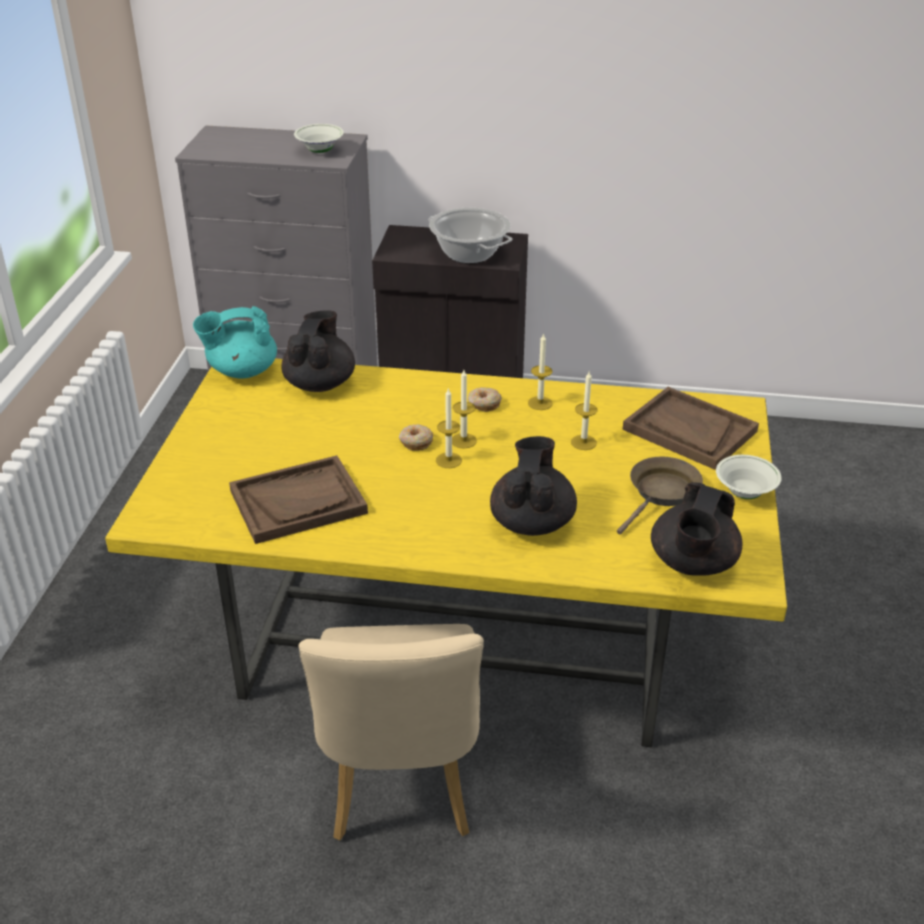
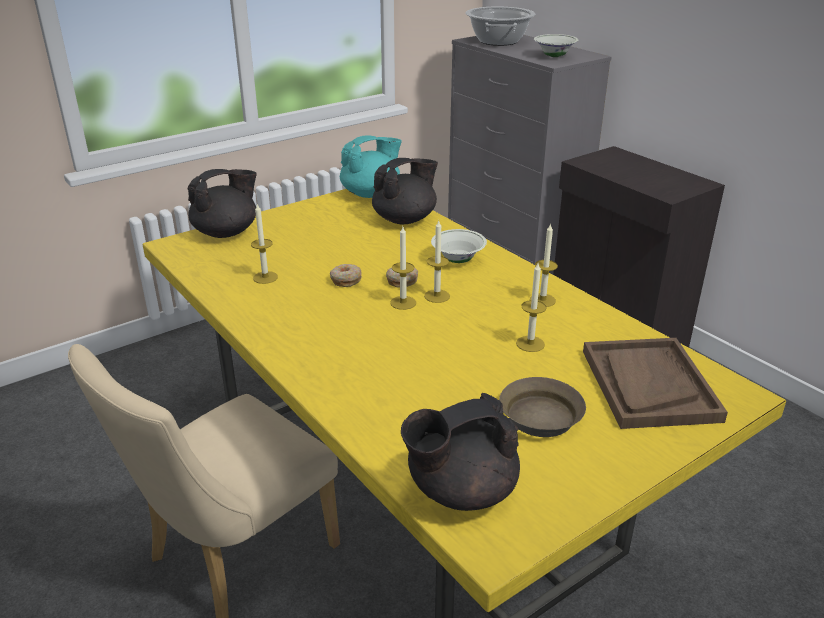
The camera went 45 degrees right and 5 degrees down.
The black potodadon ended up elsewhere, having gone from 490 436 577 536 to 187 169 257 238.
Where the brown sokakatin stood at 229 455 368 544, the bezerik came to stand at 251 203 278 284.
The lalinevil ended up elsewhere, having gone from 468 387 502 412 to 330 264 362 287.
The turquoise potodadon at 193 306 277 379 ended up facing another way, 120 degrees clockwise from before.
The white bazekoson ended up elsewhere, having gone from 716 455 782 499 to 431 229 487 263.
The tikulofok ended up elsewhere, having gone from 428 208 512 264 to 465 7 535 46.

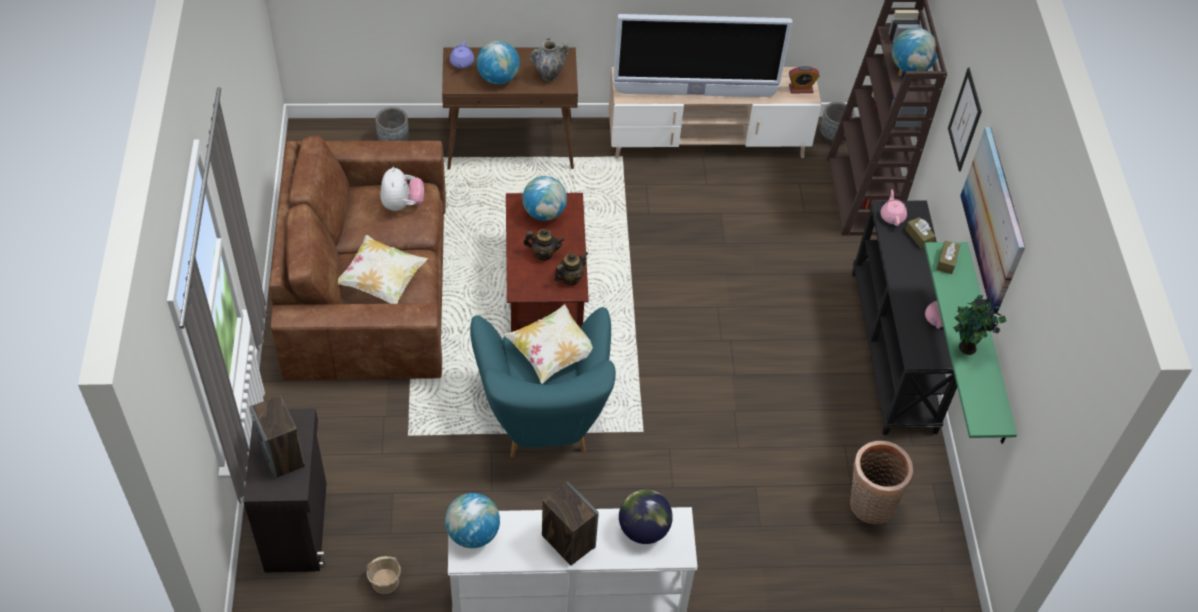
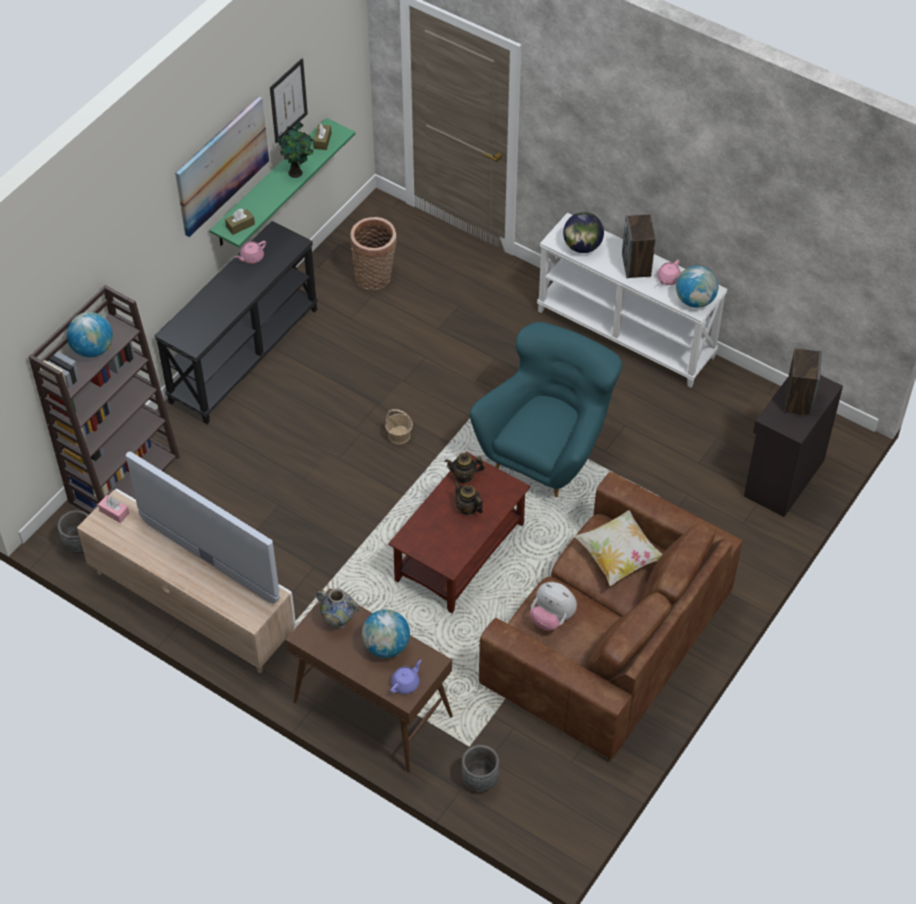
The camera went 140 degrees left and 0 degrees up.
Where the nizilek stood at 789 66 820 93, the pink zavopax came to stand at 98 495 129 523.
The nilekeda ended up elsewhere, having gone from 948 67 982 171 to 270 58 308 143.
The brown zavopax ended up elsewhere, having gone from 905 217 936 249 to 313 124 332 150.
The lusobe ended up elsewhere, having gone from 366 556 401 594 to 385 409 413 445.
The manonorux at 380 167 424 211 ended up facing another way, 90 degrees counterclockwise from before.
The pink potodadon ended up elsewhere, having gone from 880 190 907 226 to 657 260 681 285.
The second view lost the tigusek at 504 304 593 384.
The second view lost the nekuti at 522 176 567 221.

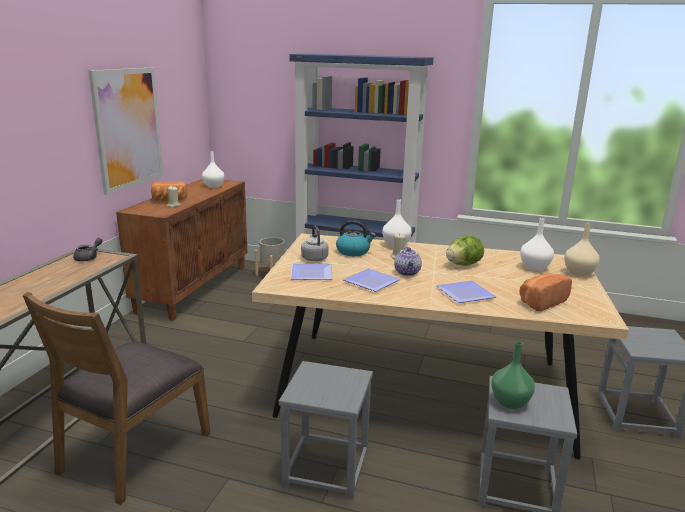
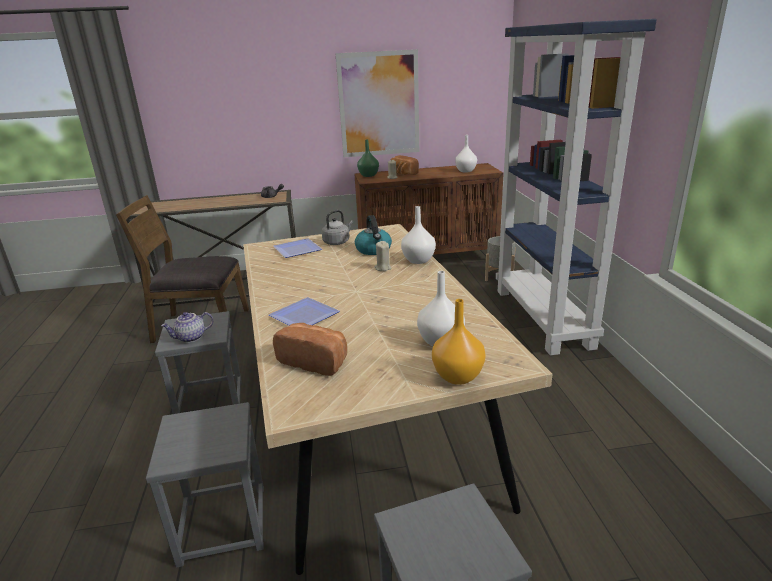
The camera went 65 degrees right and 5 degrees up.
The potodadon ended up elsewhere, having gone from 394 247 422 276 to 161 312 213 343.
The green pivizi ended up elsewhere, having gone from 491 342 535 409 to 357 139 379 177.
What was the beige pivizi at 564 223 600 277 turned into the orange pivizi at 432 299 486 385.
The second view lost the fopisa at 343 269 401 292.
The second view lost the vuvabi at 446 236 484 266.

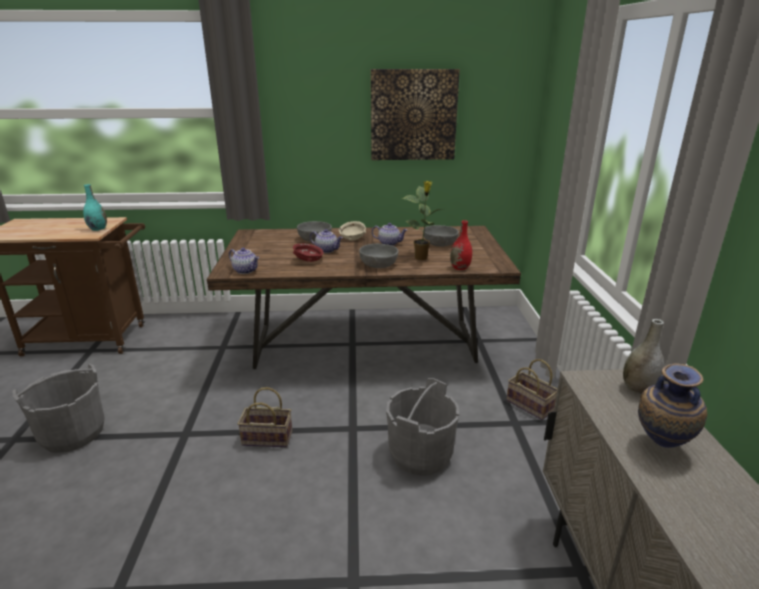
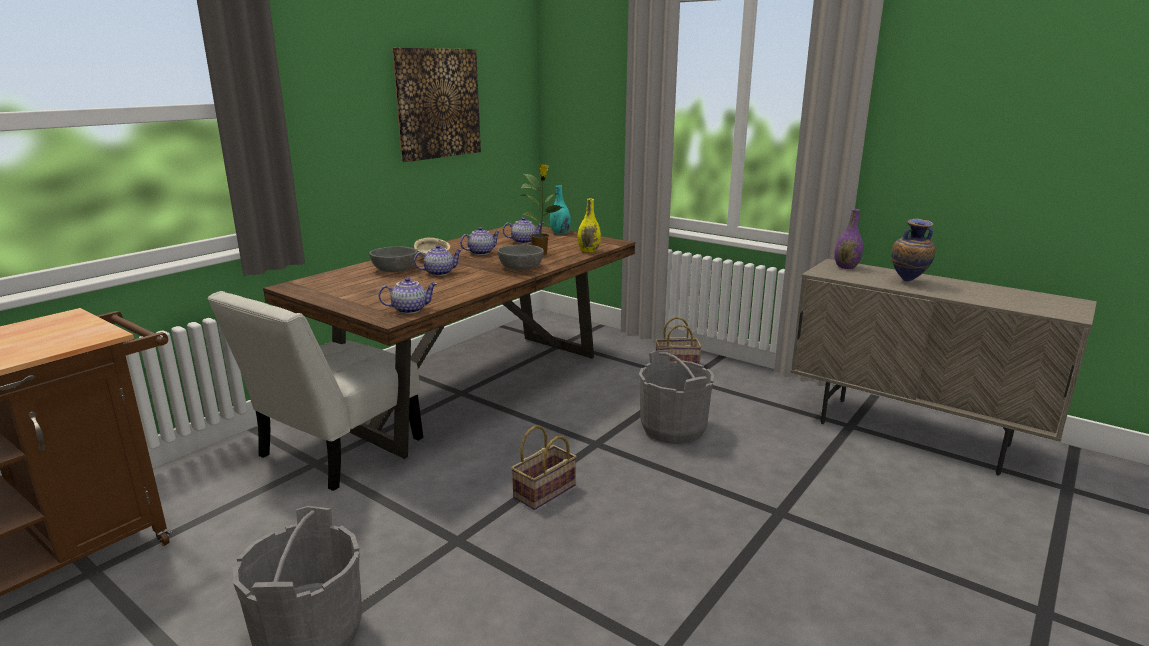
The camera went 50 degrees left and 5 degrees down.
The second view gained the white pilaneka at 207 291 423 491.
Where the grey bazekoson stood at 423 225 459 247, the potodadon came to stand at 503 217 544 244.
The turquoise pivizi ended up elsewhere, having gone from 83 184 107 231 to 550 185 571 234.
What was the red pivizi at 450 220 472 270 turned into the yellow pivizi at 577 198 601 253.
What was the grey pivizi at 623 319 664 394 turned into the purple pivizi at 834 209 863 269.
The second view lost the red bazekoson at 293 244 324 262.

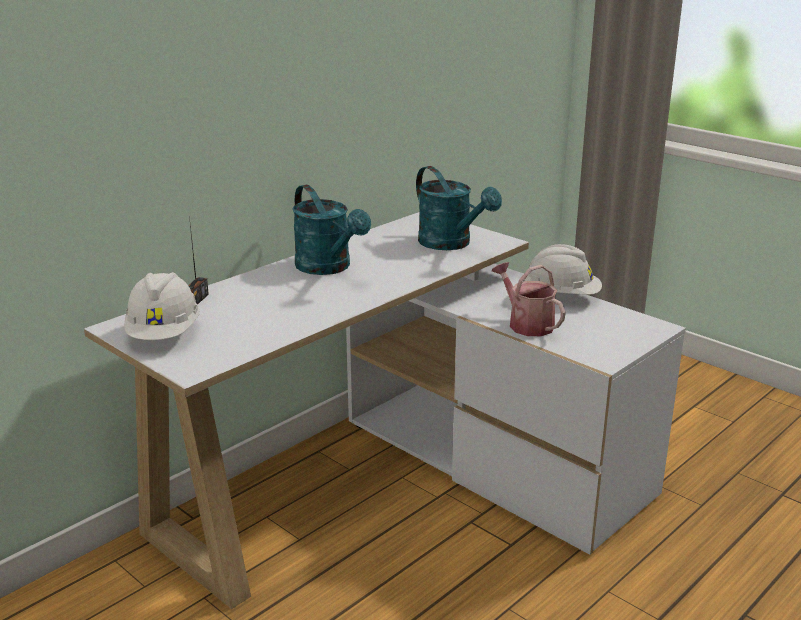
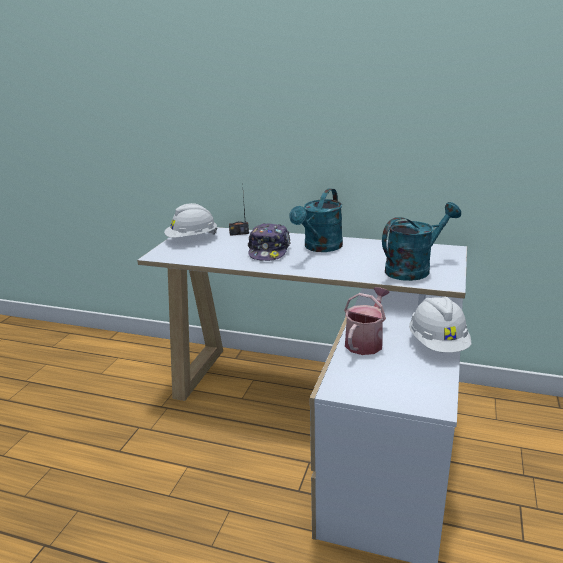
The camera went 65 degrees right and 0 degrees up.
The second view gained the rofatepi at 248 223 291 261.
The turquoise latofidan at 416 166 502 250 ended up facing another way, 150 degrees counterclockwise from before.

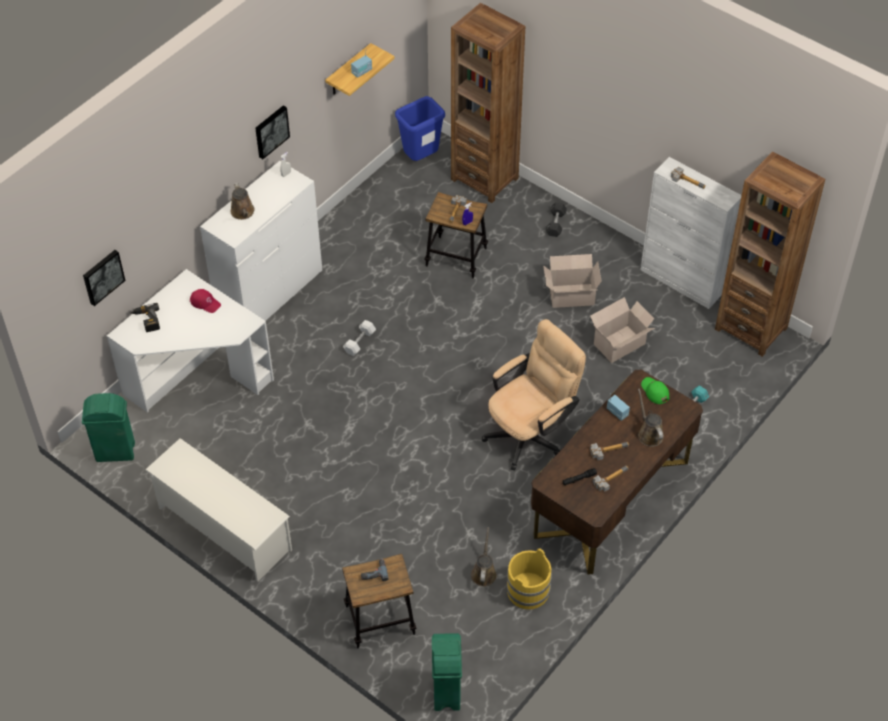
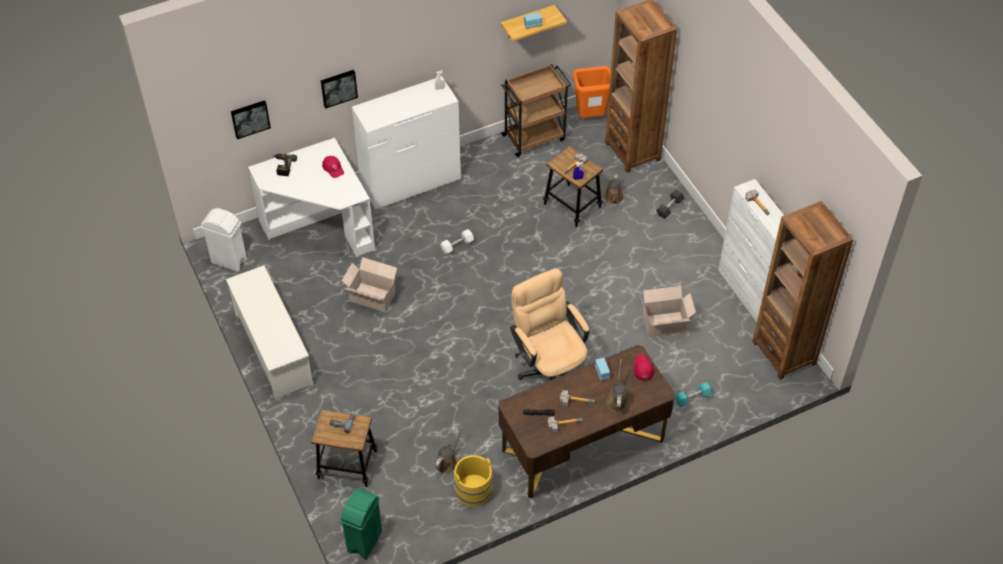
The camera went 25 degrees right and 0 degrees up.
What was the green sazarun at 82 393 135 462 turned into the white sazarun at 201 208 247 272.
The nilekeda ended up elsewhere, having gone from 255 106 290 159 to 321 70 358 109.
The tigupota ended up elsewhere, having gone from 543 254 602 308 to 342 257 397 312.
The second view gained the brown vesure at 500 64 571 157.
The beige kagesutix at 482 319 586 470 ended up facing another way, 105 degrees counterclockwise from before.
What was the blue sazarun at 395 96 445 161 turned into the orange sazarun at 573 66 611 118.
The brown latofidan ended up elsewhere, having gone from 230 183 255 220 to 604 174 624 204.
What was the green rofatepi at 641 377 669 404 turned into the red rofatepi at 634 354 654 381.

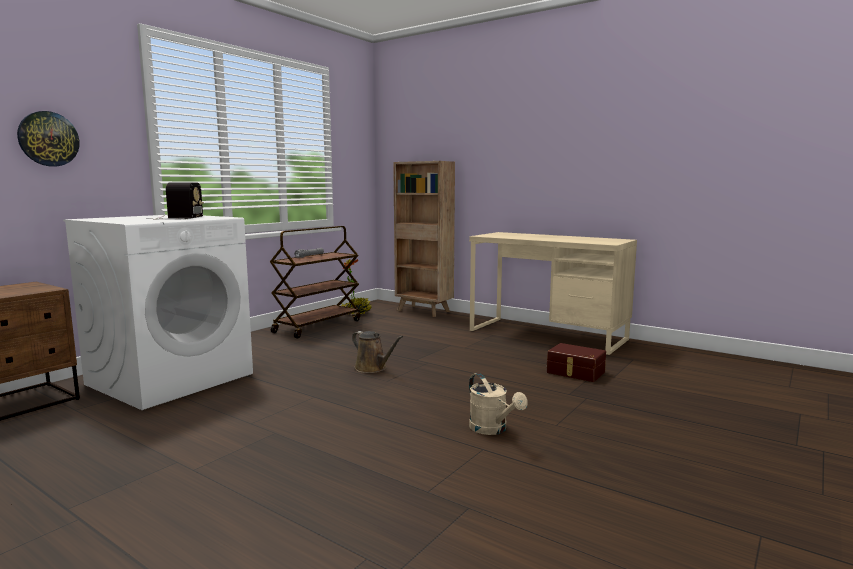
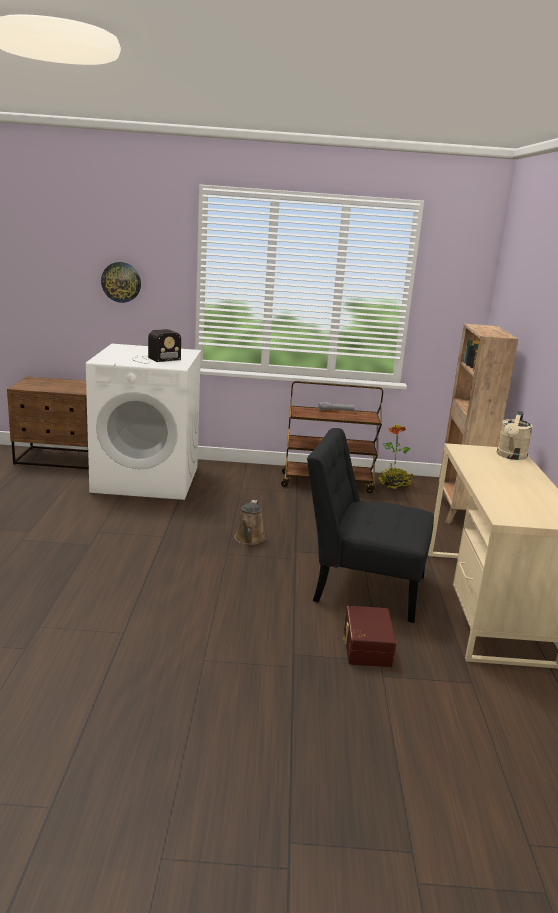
The camera went 55 degrees right and 10 degrees up.
The second view gained the black pilaneka at 307 428 434 623.
The beige latofidan ended up elsewhere, having gone from 469 373 528 435 to 497 411 533 460.

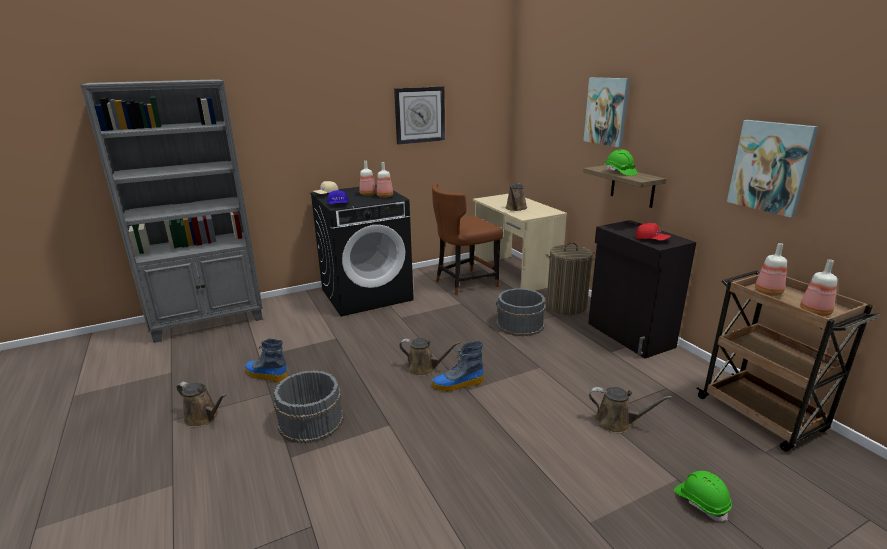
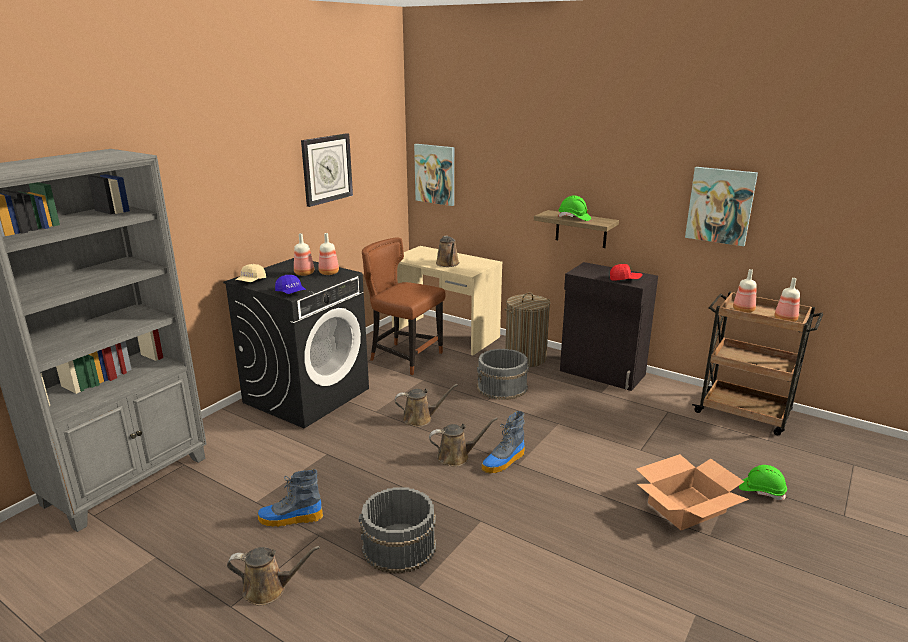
The camera went 30 degrees left and 0 degrees up.
The brown pilaneka at 432 184 503 295 ended up facing another way, 90 degrees clockwise from before.
The brown latofidan ended up elsewhere, having gone from 589 387 672 433 to 395 384 458 427.
The nilekeda ended up elsewhere, having gone from 583 77 630 147 to 414 144 454 206.
The second view gained the tigupota at 636 454 749 531.

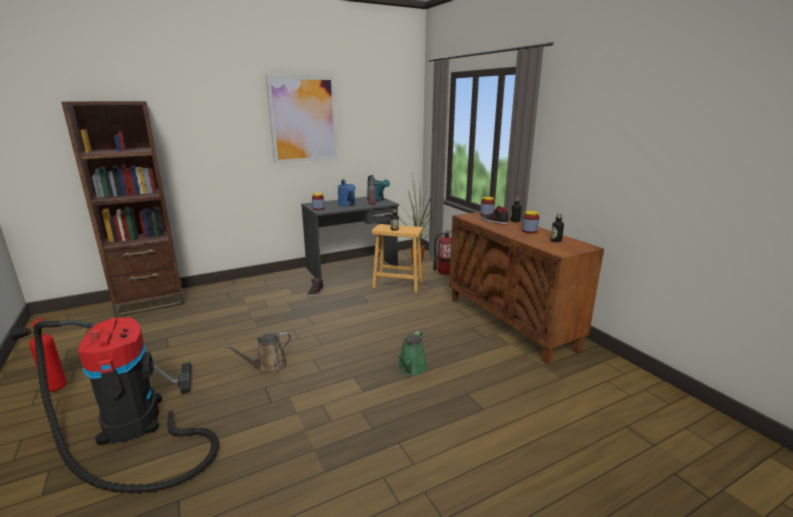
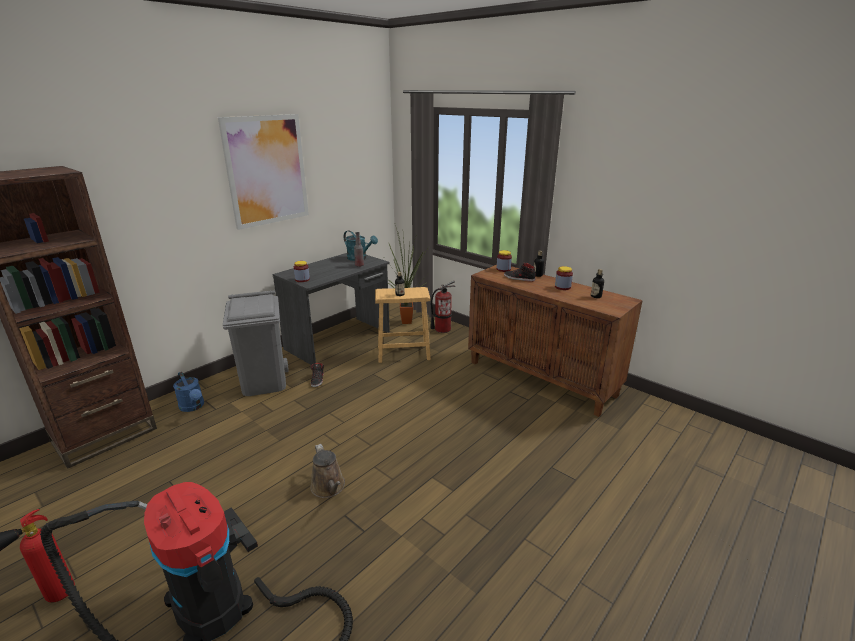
The camera went 20 degrees left and 5 degrees up.
The blue latofidan ended up elsewhere, having gone from 337 179 356 206 to 173 372 204 412.
The second view gained the grey sazarun at 223 290 289 396.
The brown latofidan at 224 332 291 373 ended up facing another way, 60 degrees counterclockwise from before.
The second view lost the green latofidan at 396 331 428 376.

